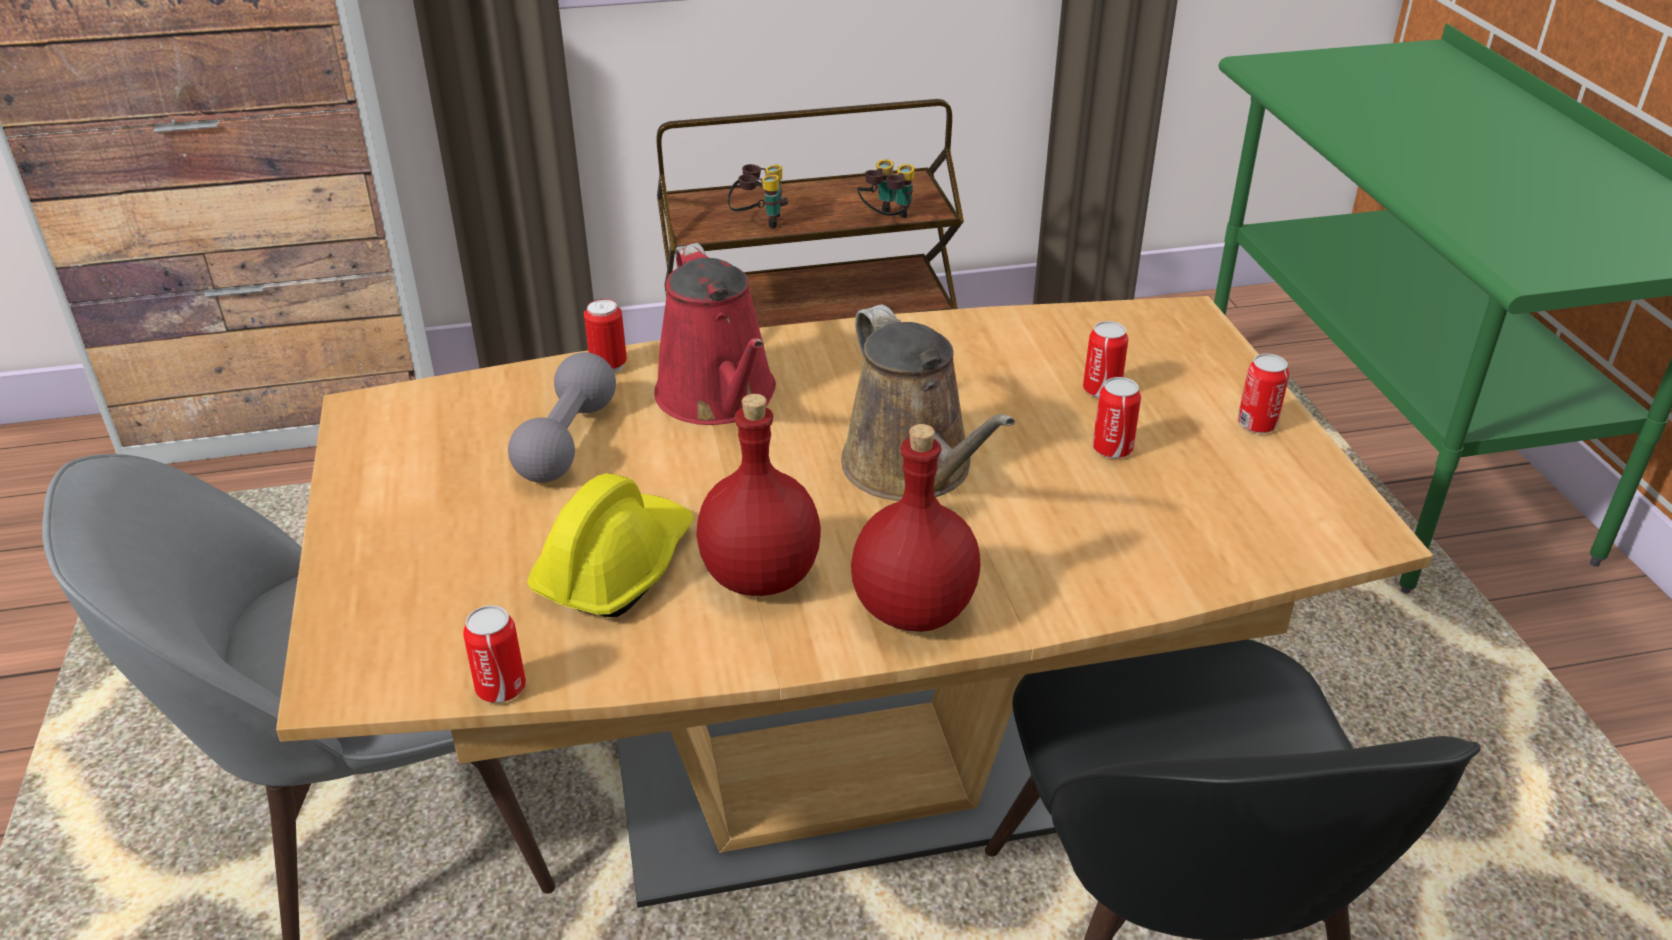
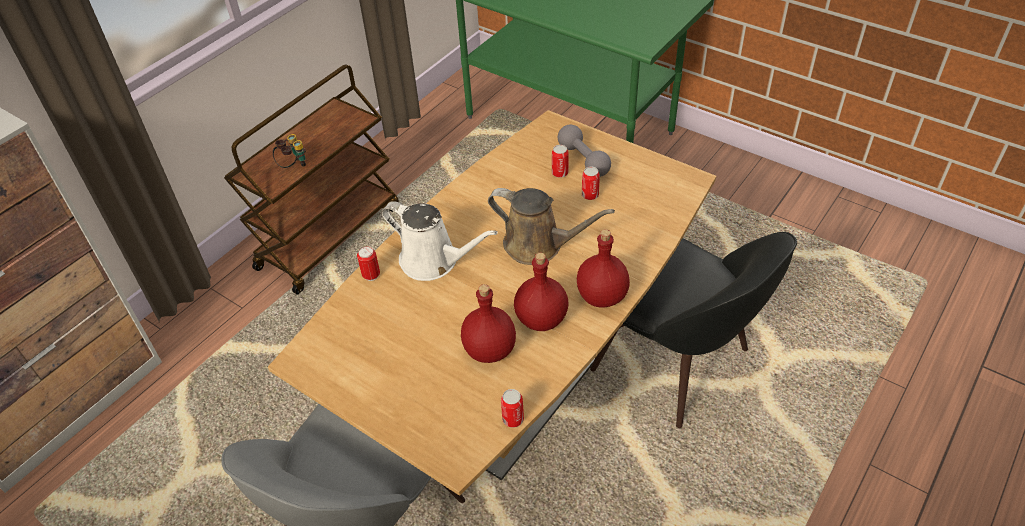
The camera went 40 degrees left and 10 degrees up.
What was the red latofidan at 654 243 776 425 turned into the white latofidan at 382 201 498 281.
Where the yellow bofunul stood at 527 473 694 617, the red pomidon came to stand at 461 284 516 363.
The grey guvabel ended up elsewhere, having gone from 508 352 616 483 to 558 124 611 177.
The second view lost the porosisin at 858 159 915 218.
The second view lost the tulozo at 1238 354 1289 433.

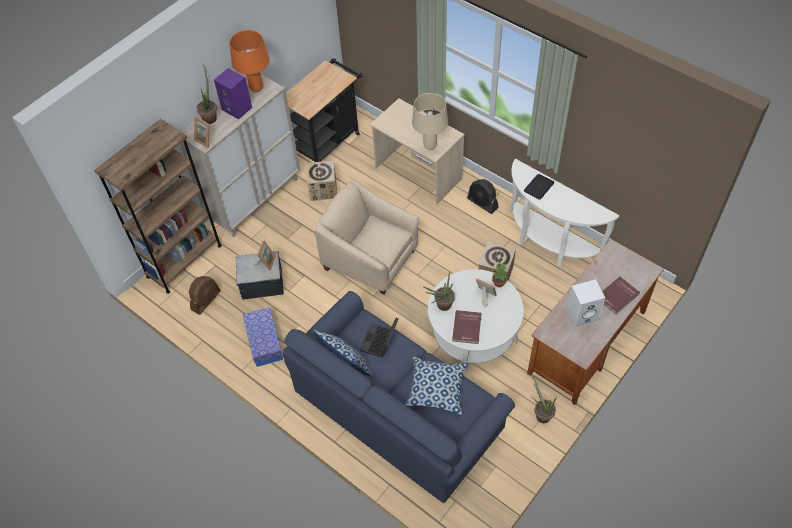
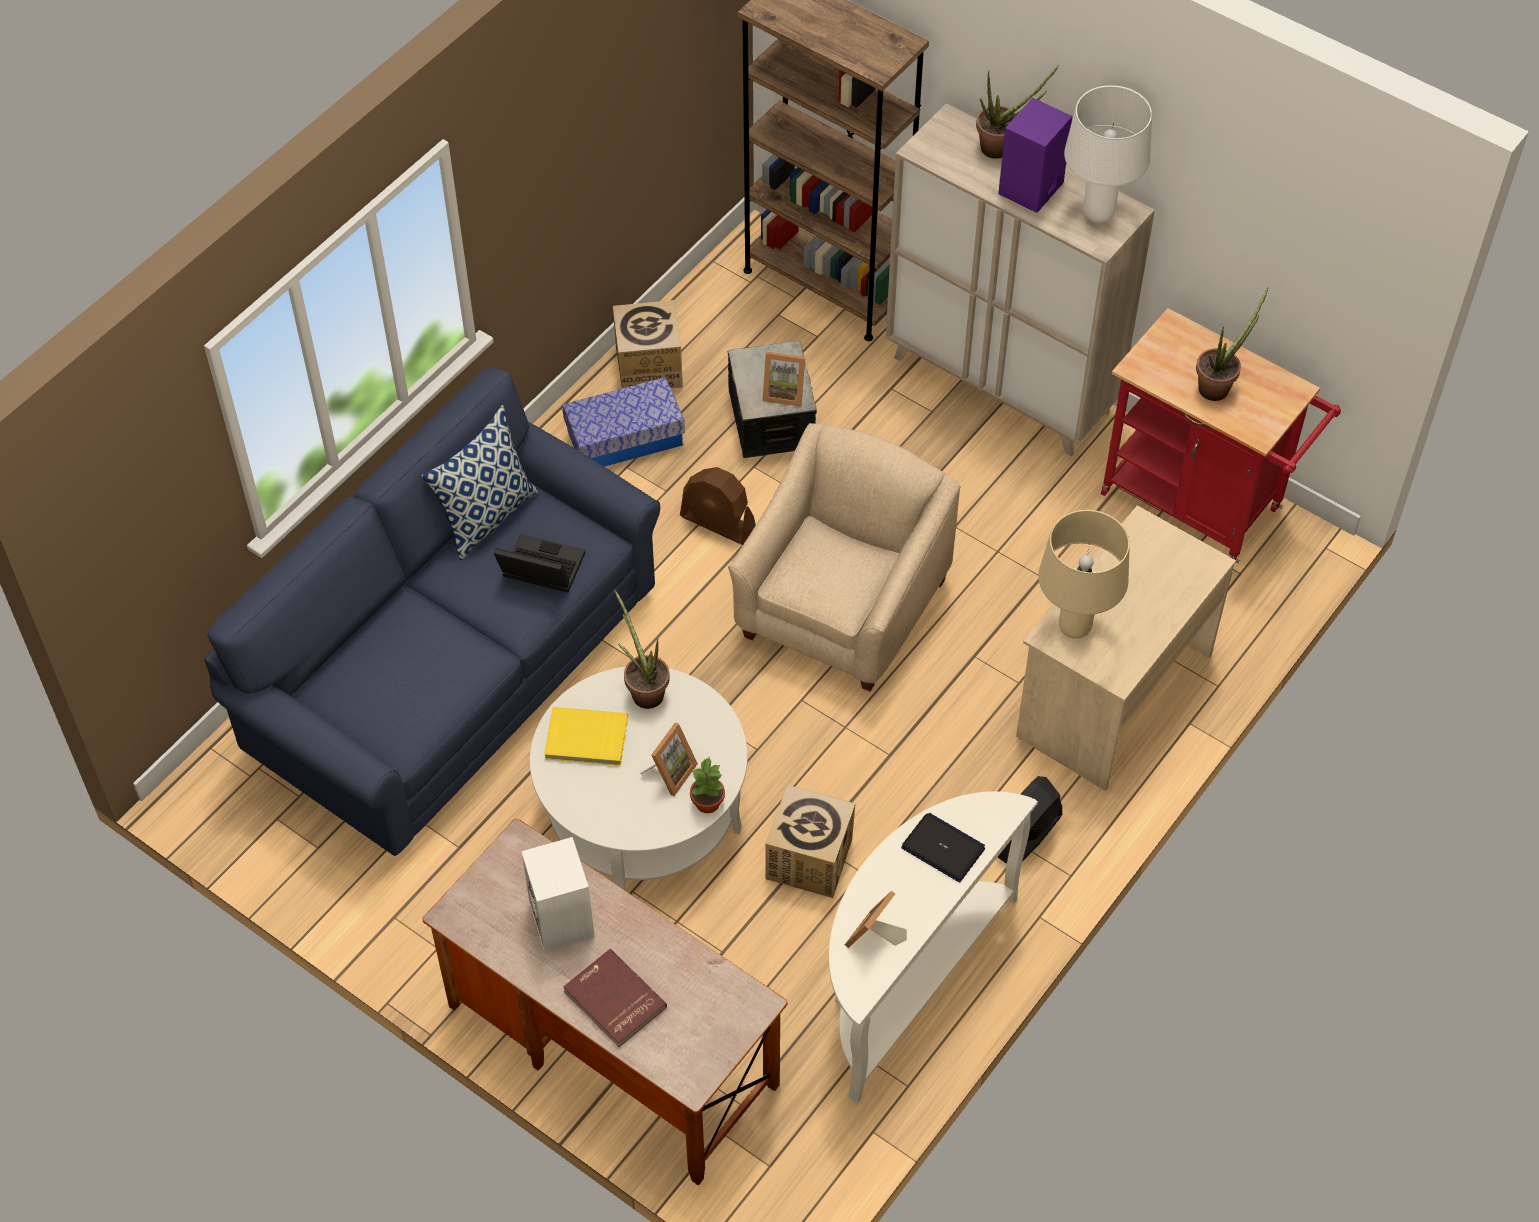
The camera went 85 degrees right and 0 degrees up.
What was the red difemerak at 452 310 481 344 turned into the yellow difemerak at 544 707 628 766.
The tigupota ended up elsewhere, having gone from 307 161 337 201 to 613 300 683 388.
The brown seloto ended up elsewhere, having gone from 189 276 221 315 to 680 467 756 545.
The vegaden ended up elsewhere, having gone from 194 117 211 148 to 845 891 907 948.
What was the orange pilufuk at 229 30 269 92 turned into the white pilufuk at 1064 85 1152 223.
What was the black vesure at 286 58 362 162 turned into the red vesure at 1101 308 1341 563.
The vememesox ended up elsewhere, having gone from 530 375 557 423 to 1196 287 1269 401.
The second view lost the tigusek at 405 356 468 415.

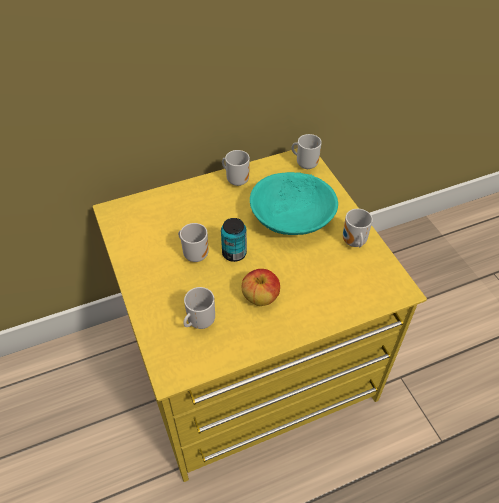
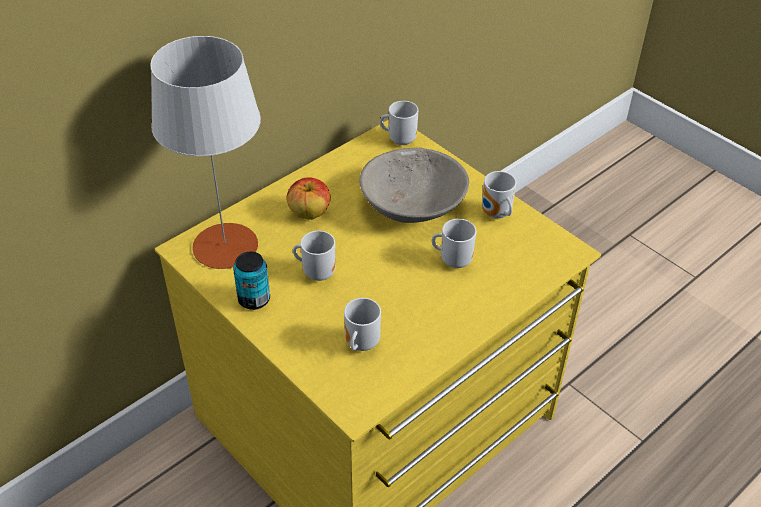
The camera went 20 degrees left and 5 degrees down.
The second view gained the grey pilufuk at 150 36 261 269.
The tulozo ended up elsewhere, having gone from 221 218 247 262 to 233 252 270 310.
The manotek ended up elsewhere, having gone from 242 269 280 306 to 287 177 331 220.
What was the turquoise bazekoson at 250 172 338 235 turned into the grey bazekoson at 359 147 469 223.
The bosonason ended up elsewhere, having gone from 222 150 250 186 to 432 219 476 268.

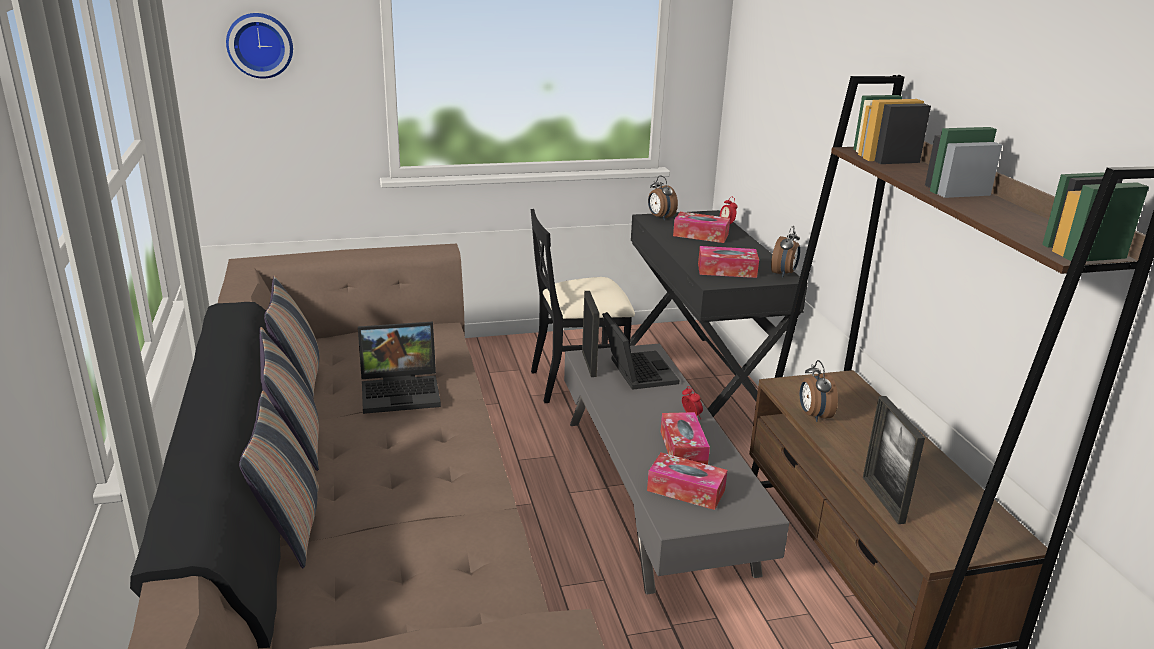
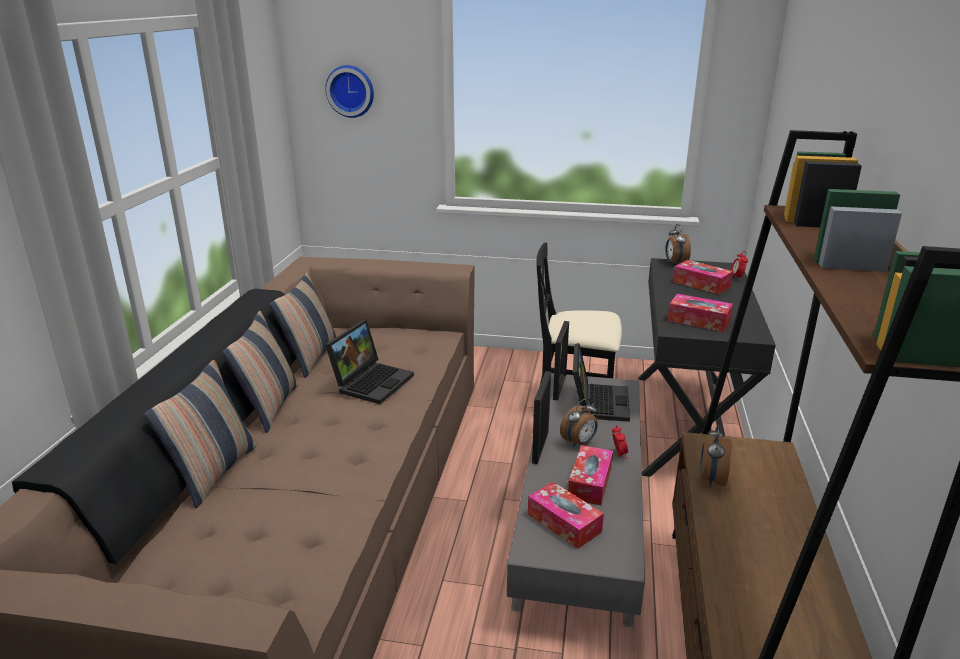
The camera went 25 degrees right and 0 degrees up.
The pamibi at 358 322 441 414 ended up facing another way, 75 degrees counterclockwise from before.
The vegaden ended up elsewhere, having gone from 863 396 925 524 to 532 371 551 464.
The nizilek ended up elsewhere, having gone from 771 226 800 277 to 560 398 598 447.

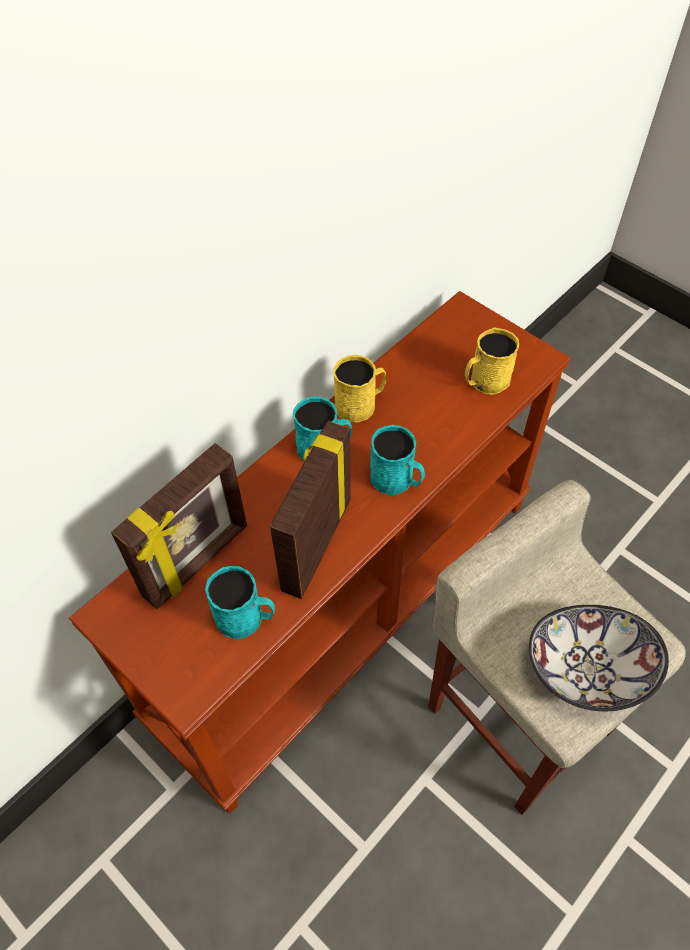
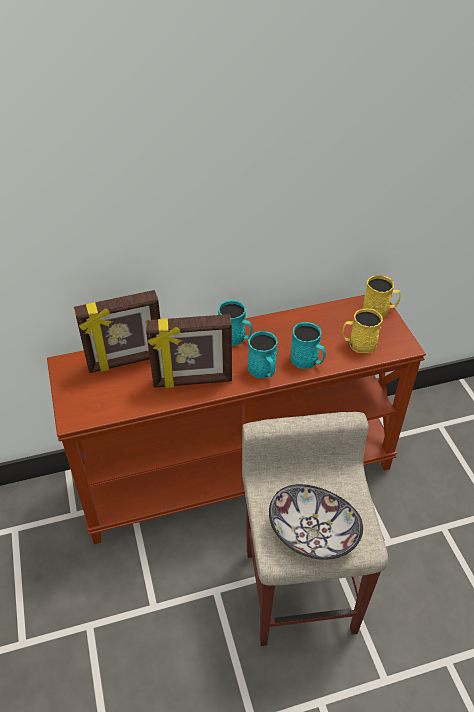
The camera went 30 degrees right and 10 degrees down.
The vegaden at 270 421 351 599 ended up facing another way, 150 degrees counterclockwise from before.
The turquoise bosonason ended up elsewhere, having gone from 205 566 275 639 to 290 322 326 369.
The yellow bosonason ended up elsewhere, having gone from 333 355 386 423 to 362 275 401 318.

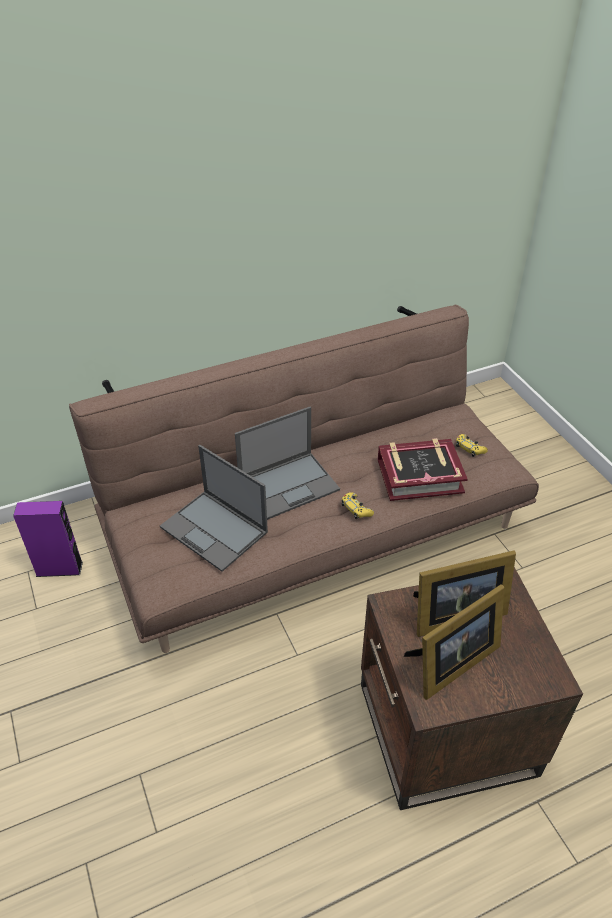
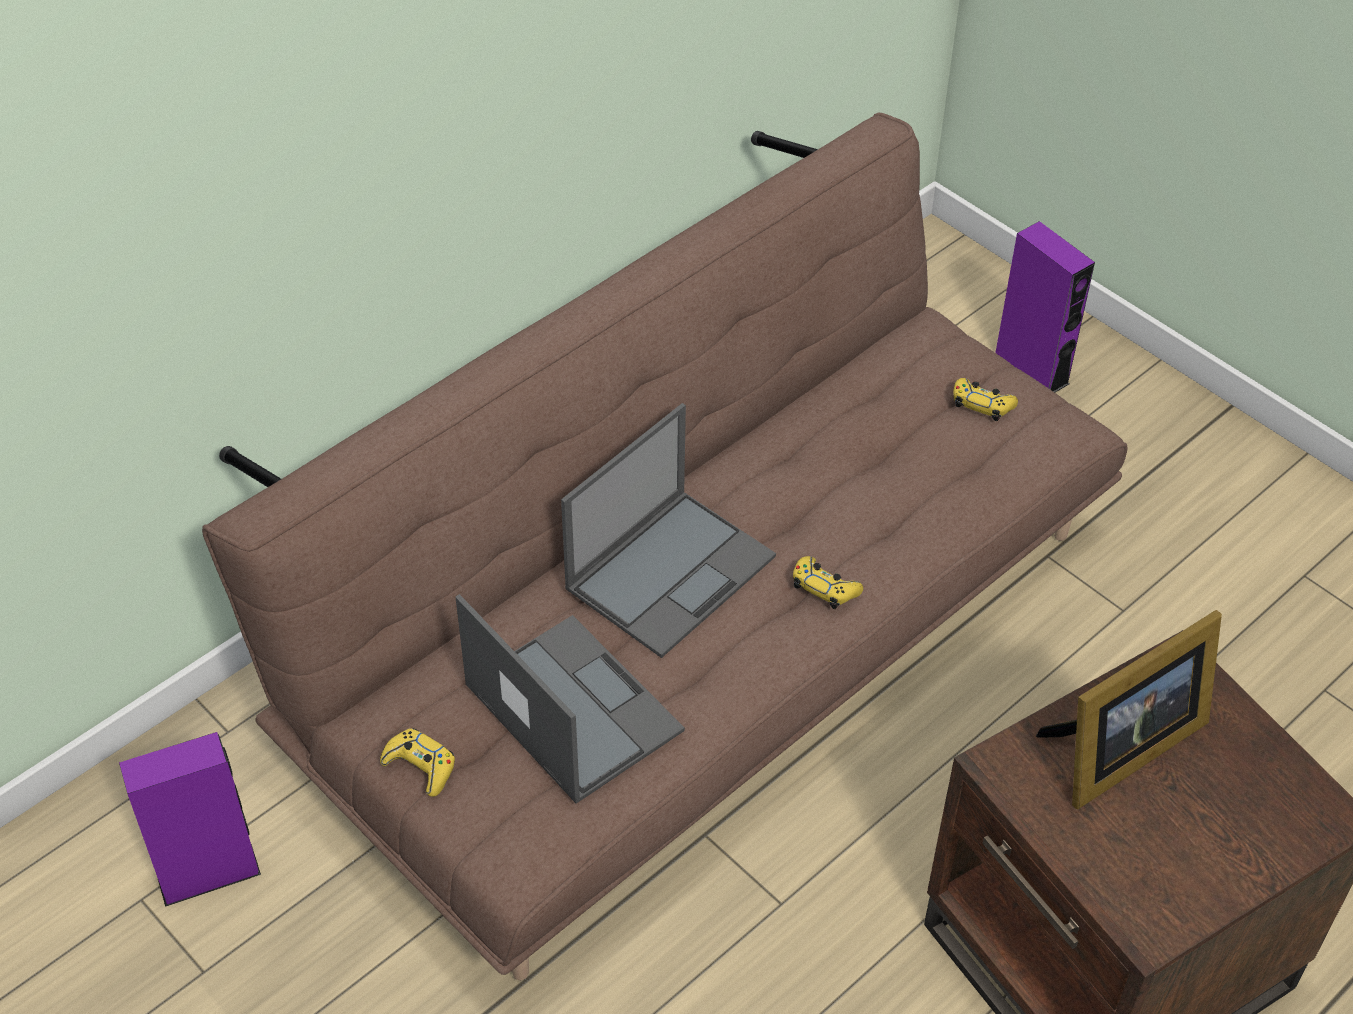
The camera went 20 degrees left and 5 degrees up.
The second view gained the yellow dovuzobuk at 380 728 455 797.
The pamibi at 160 445 268 572 ended up facing another way, 150 degrees counterclockwise from before.
The second view gained the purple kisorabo at 995 221 1095 393.
The second view lost the difemerak at 378 438 468 501.
The second view lost the vegaden at 404 584 504 700.

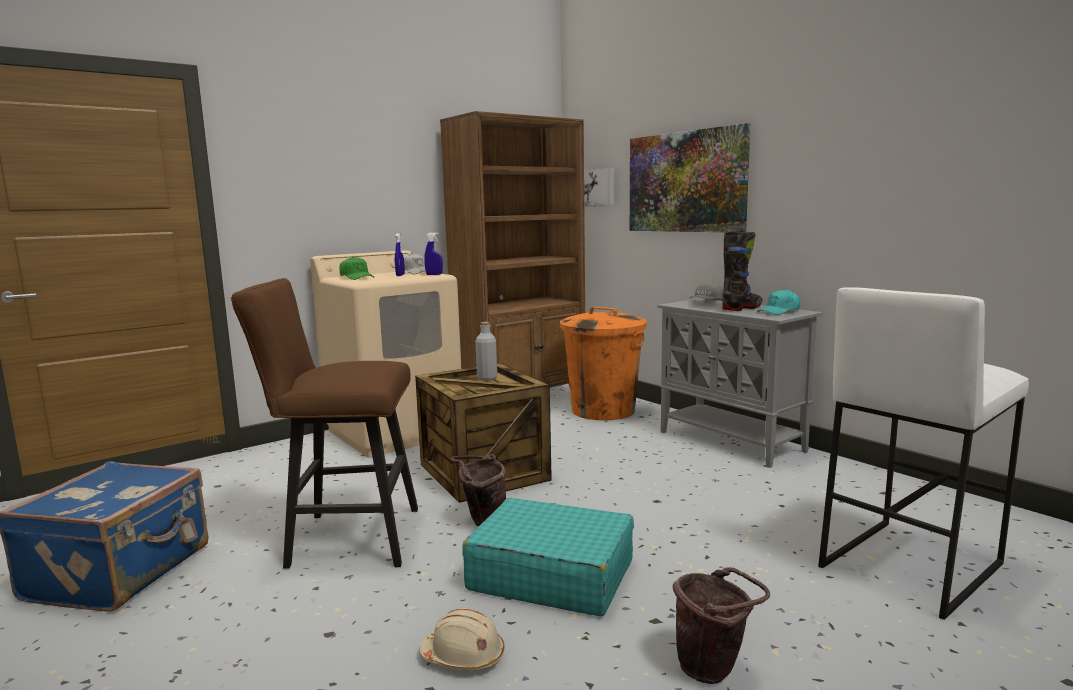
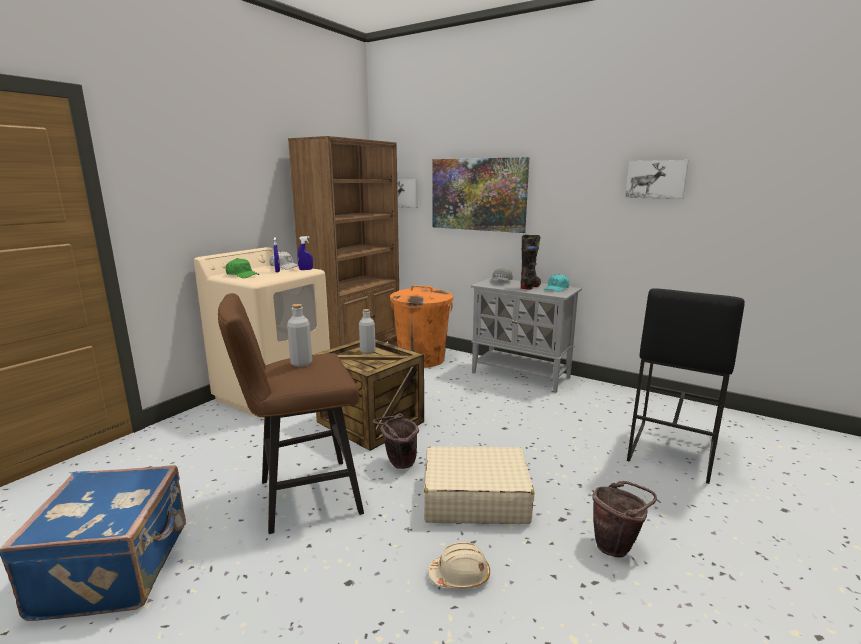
The camera went 20 degrees left and 5 degrees up.
The second view gained the grey pomidon at 287 304 312 367.
What was the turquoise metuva at 462 498 634 616 turned into the beige metuva at 424 446 534 524.
The second view gained the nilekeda at 625 160 689 199.
What was the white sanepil at 818 287 1029 620 turned into the black sanepil at 627 288 745 484.

